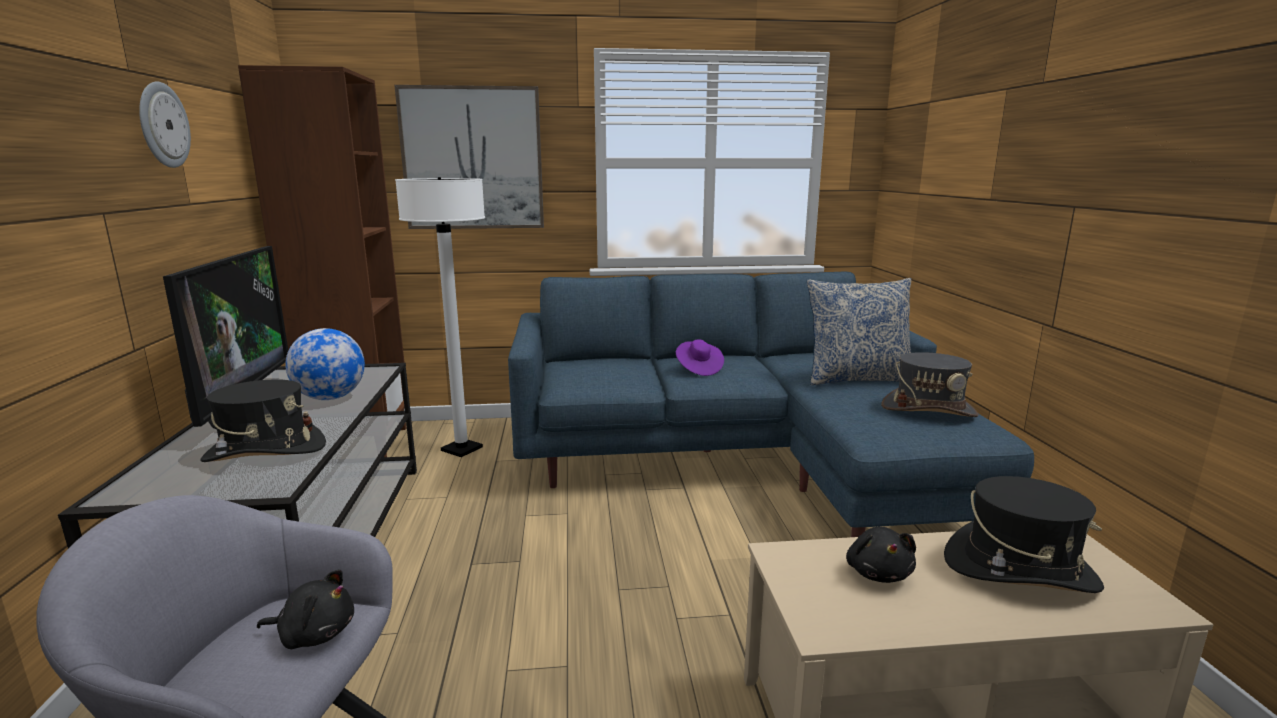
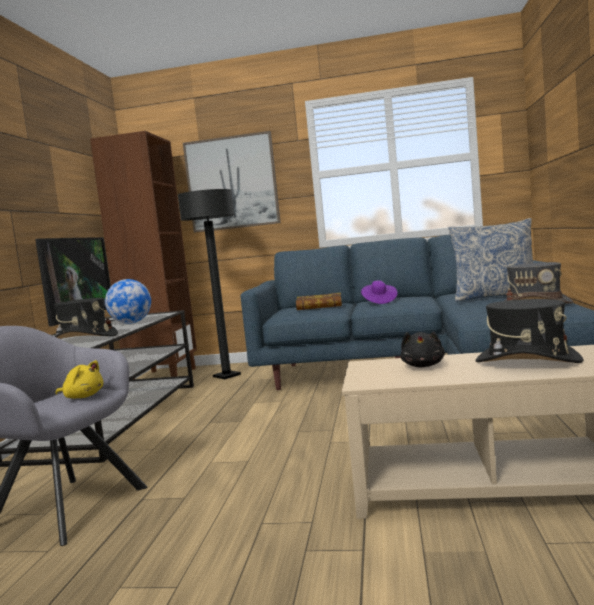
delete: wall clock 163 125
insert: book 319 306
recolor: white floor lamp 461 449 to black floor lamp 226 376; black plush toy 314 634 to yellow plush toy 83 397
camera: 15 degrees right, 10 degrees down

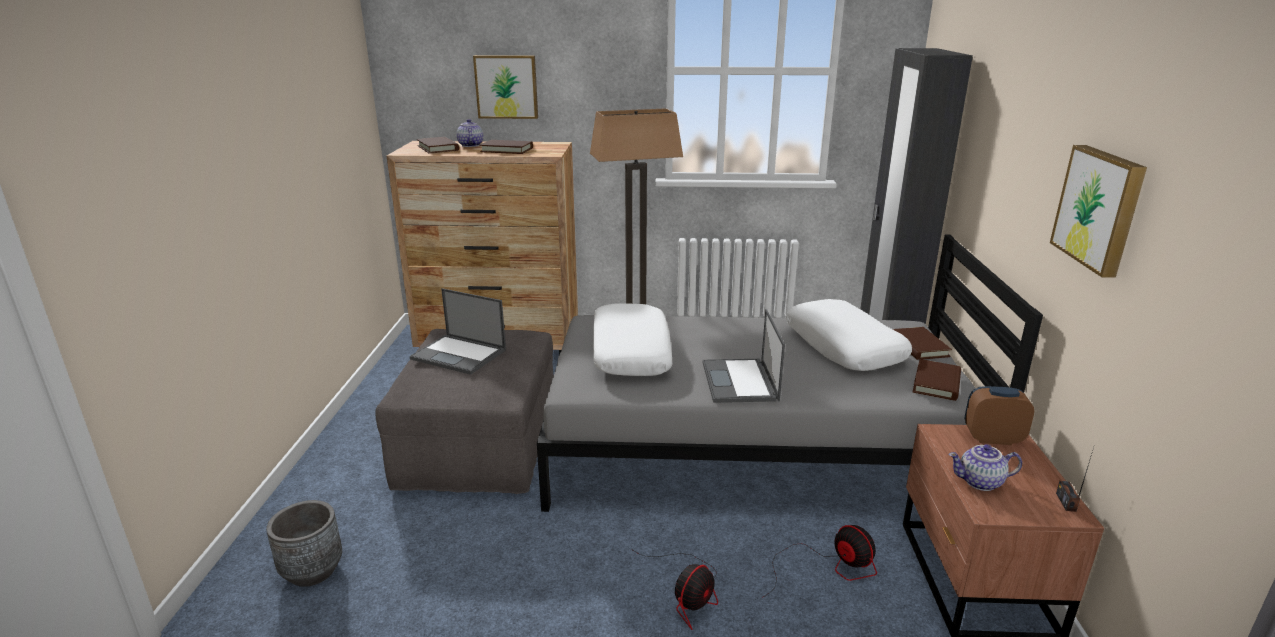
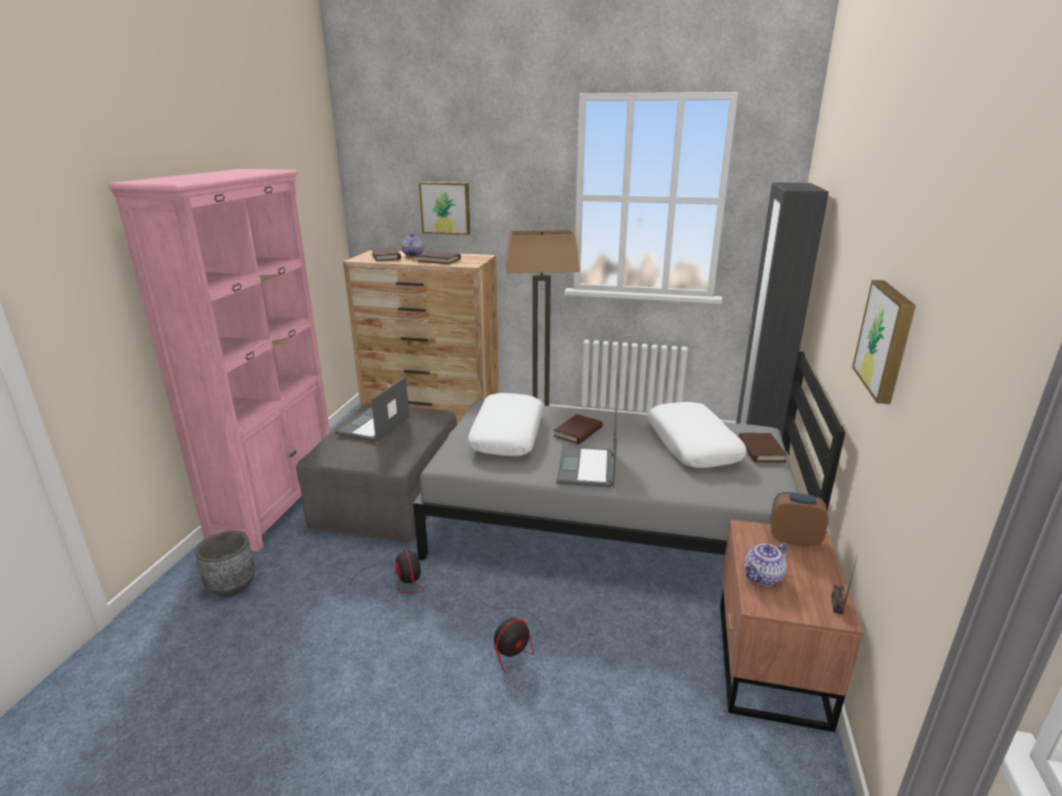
insert: pink bookcase 277 504
move: brown book 936 383 to 578 432; fan 828 567 to 394 582
rotate: laptop 460 354 = 373 425 75 degrees clockwise; teapot 980 482 = 763 578 45 degrees counterclockwise
camera: 10 degrees right, 0 degrees up

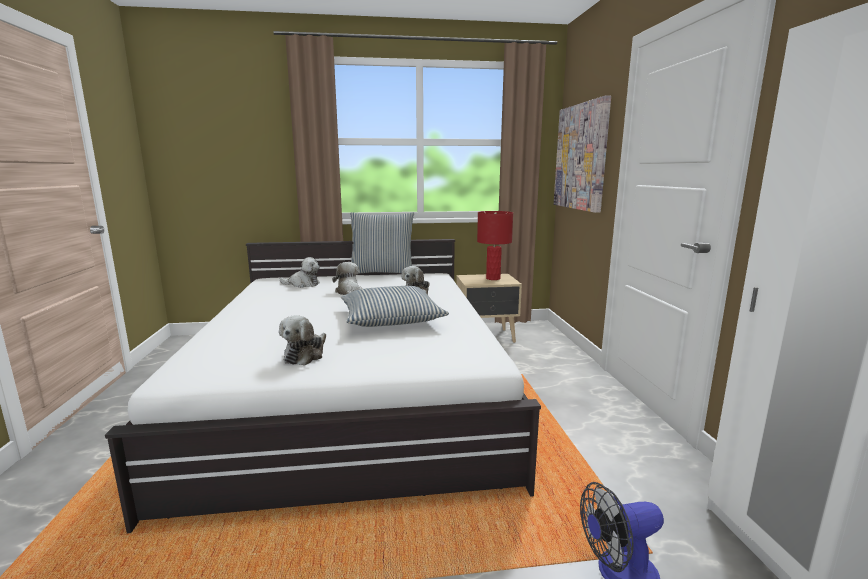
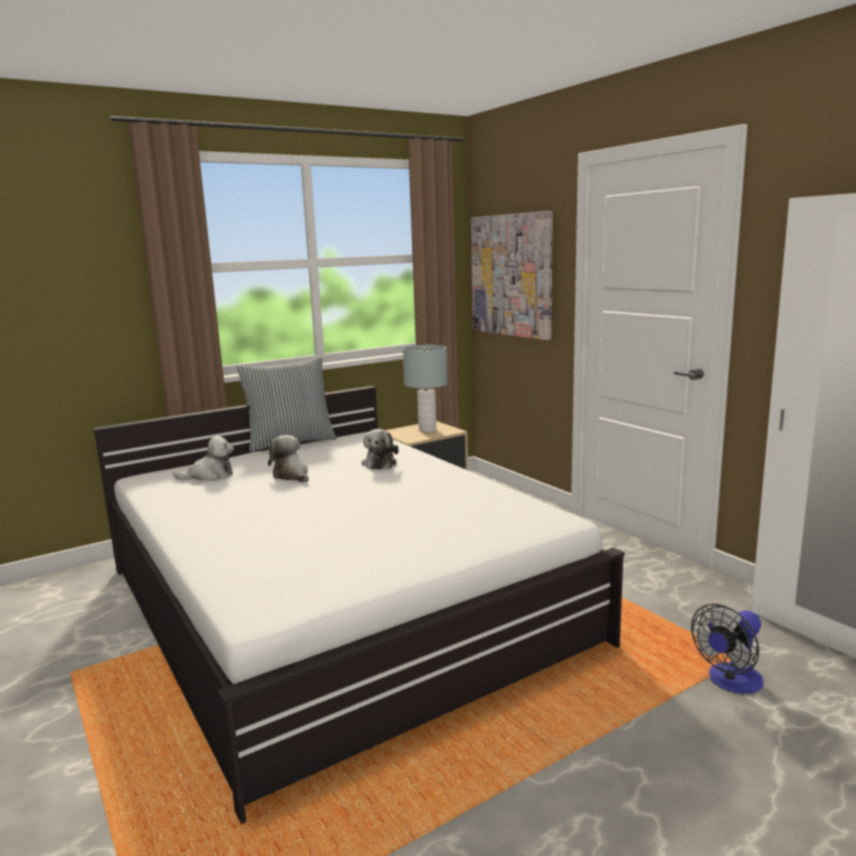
delete: pillow 391 319; plush toy 305 355
recolor: red table lamp 493 278 to grey table lamp 427 429
camera: 25 degrees left, 0 degrees up

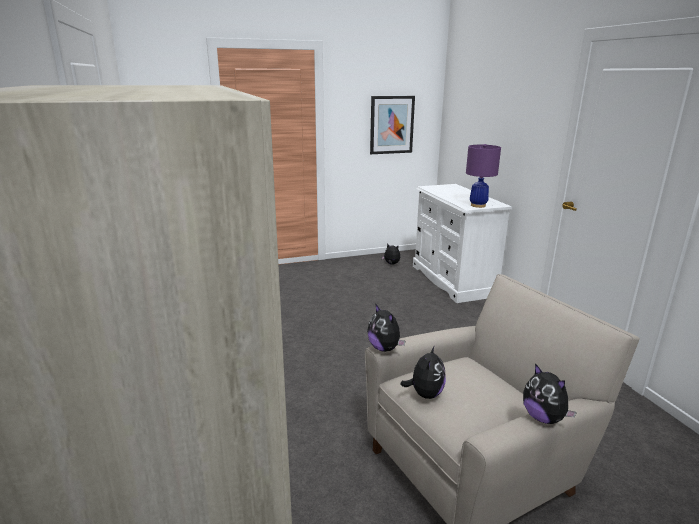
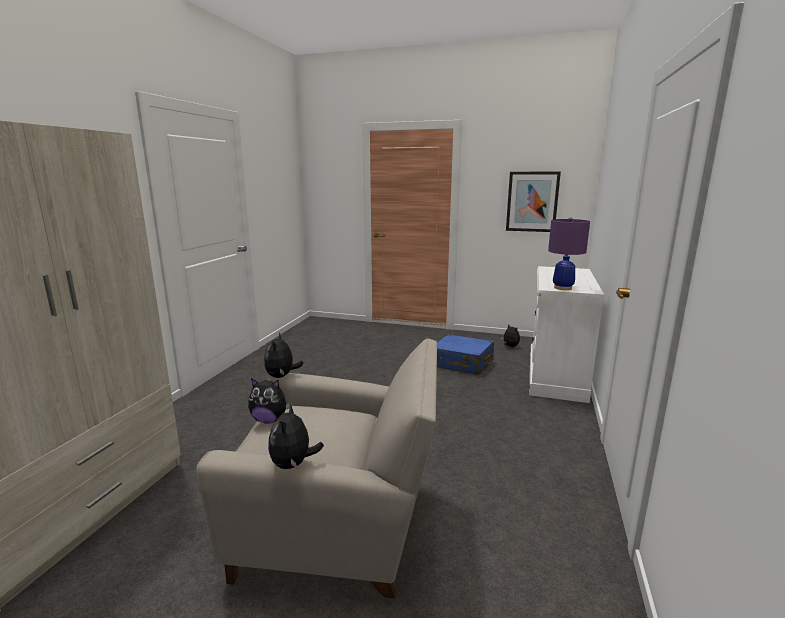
insert: blue suitcase 462 363
rotate: plush toy 425 394 = 270 420 45 degrees clockwise
camera: 35 degrees right, 5 degrees down

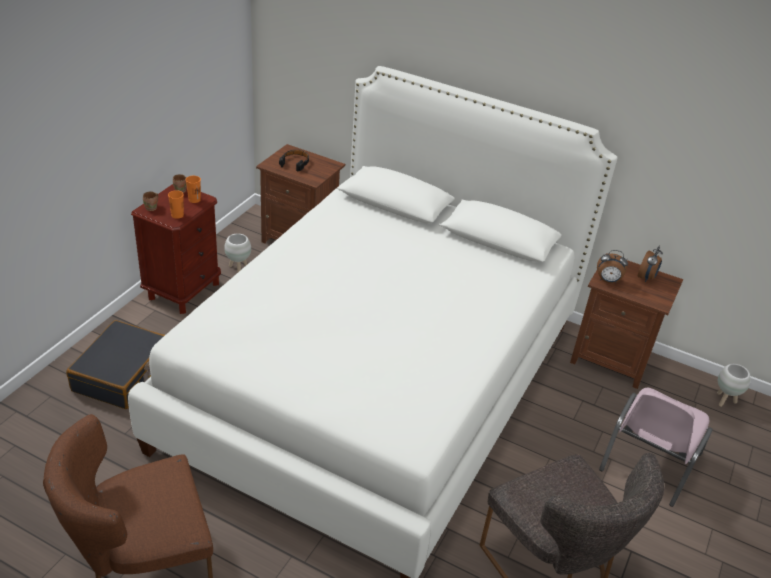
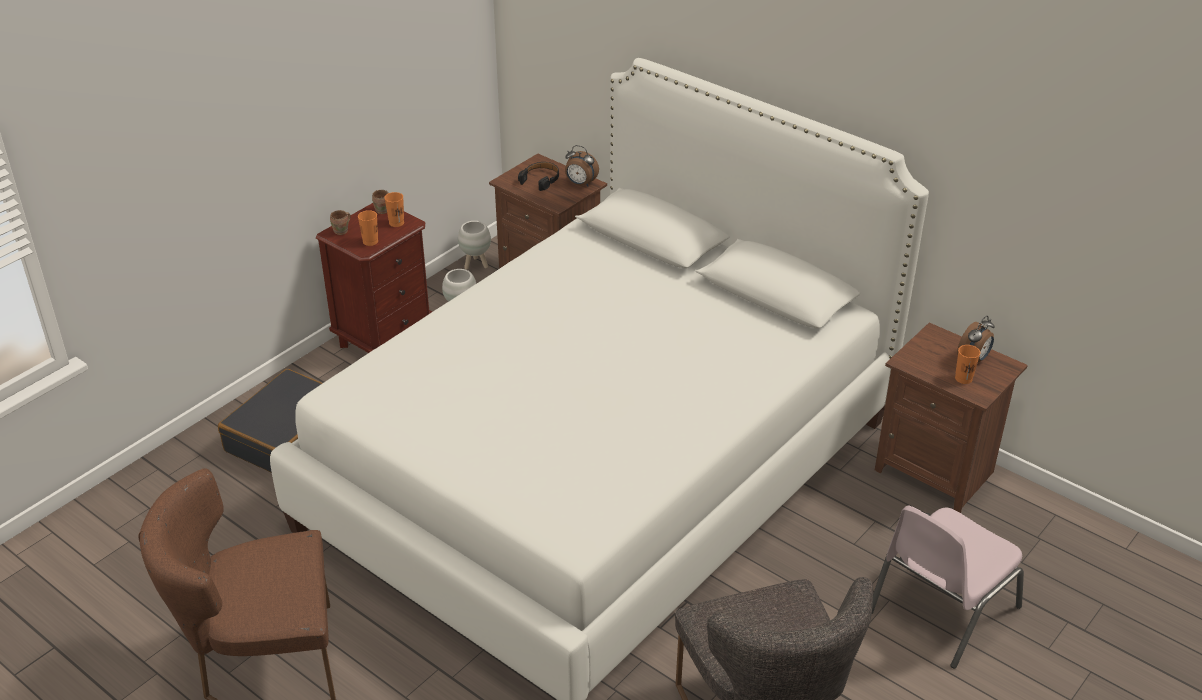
insert: orange cup 963 378
move: alarm clock 608 281 to 580 184; white planter 724 400 to 476 265
camera: 15 degrees right, 0 degrees up

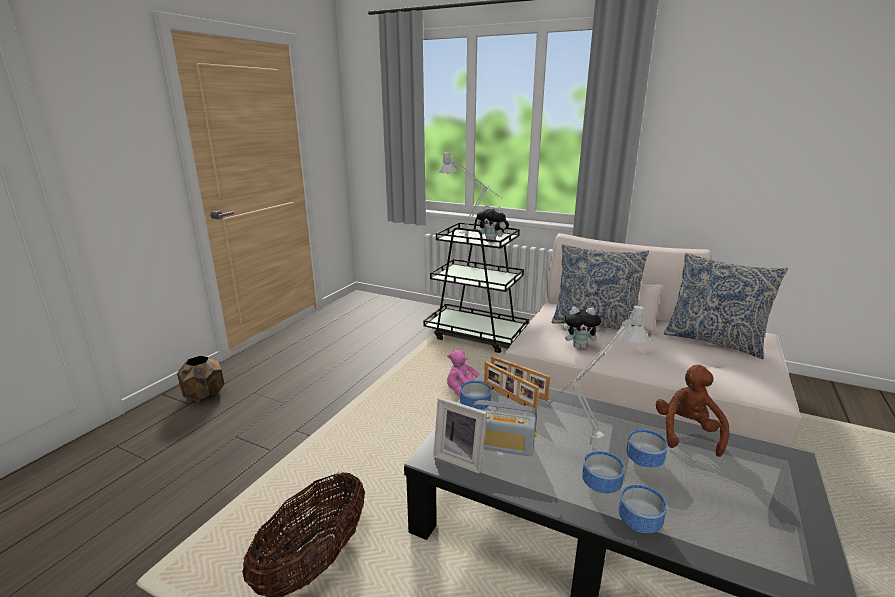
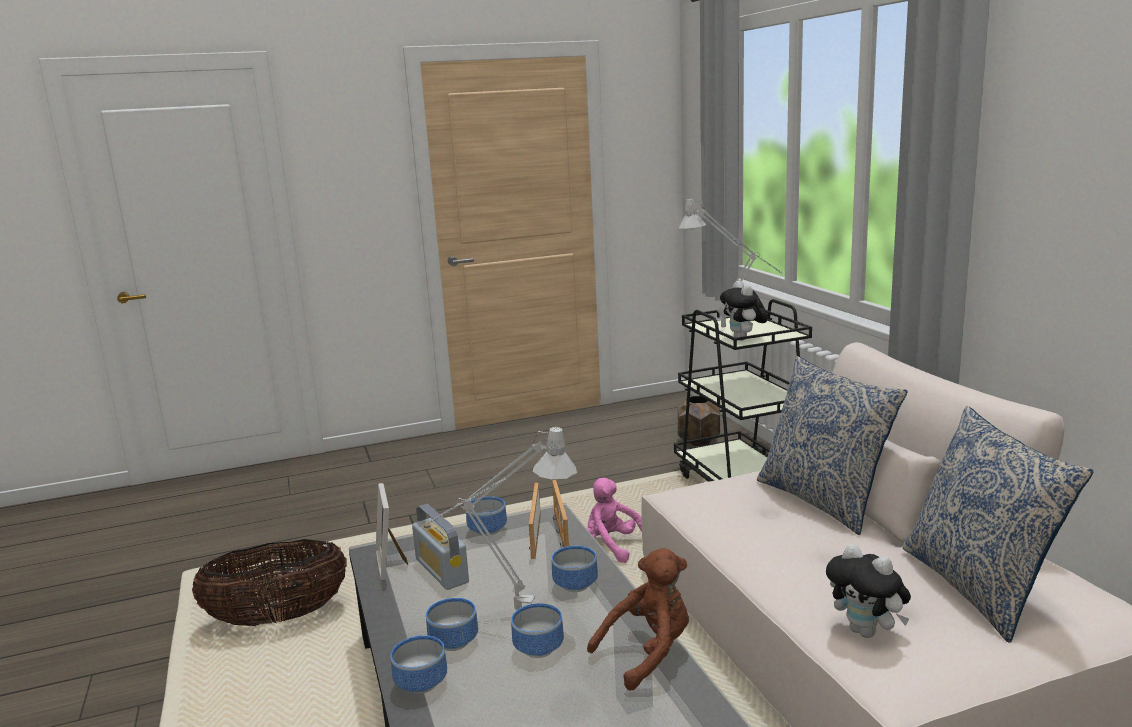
insert: bowl 573 584
move: plush toy 580 347 to 867 632; brown planter 204 396 to 698 442
camera: 45 degrees right, 5 degrees down

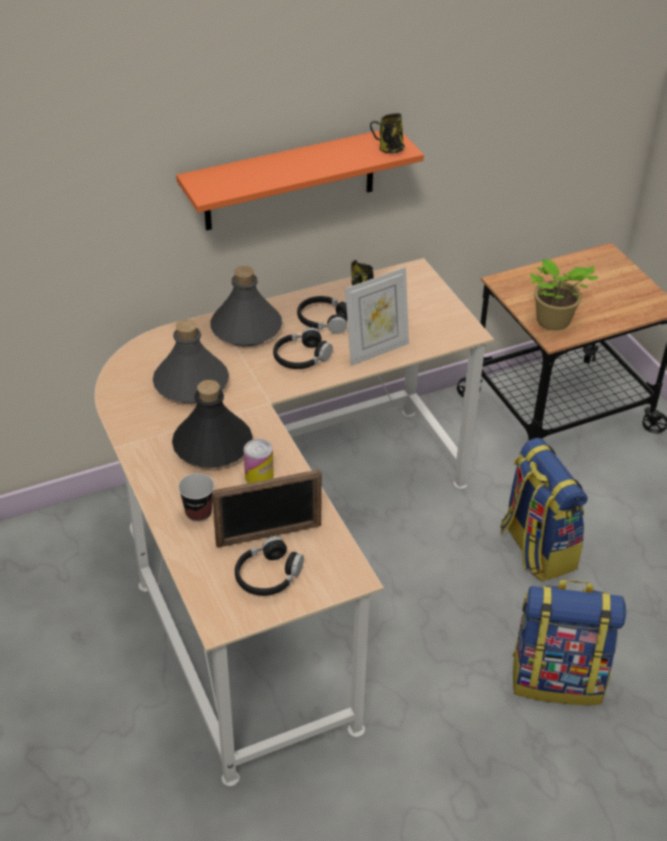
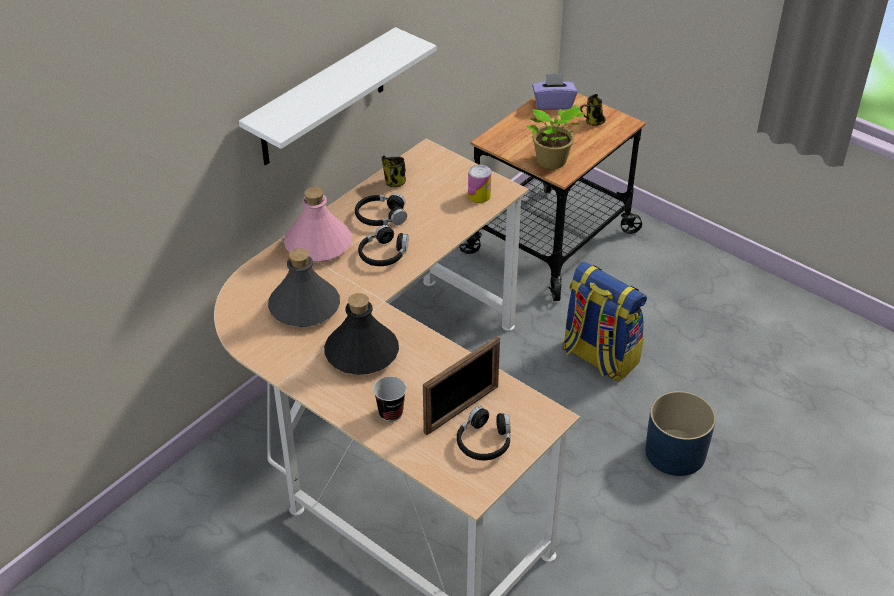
delete: picture frame 376 350
insert: purple tissue box 553 104
move: mug 389 149 to 593 122; can 259 476 to 479 195
replace: backpack 558 678 to blue planter 675 452
recolor: orange shelf 290 180 to white shelf 323 98; grey bottle 245 328 to pink bottle 318 245
camera: 25 degrees left, 0 degrees up

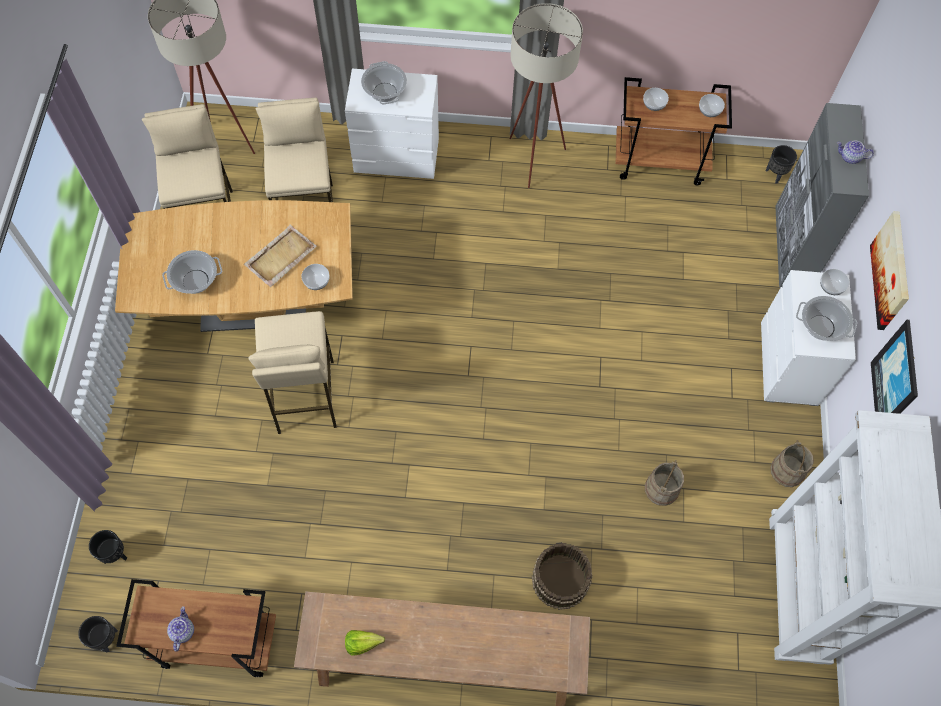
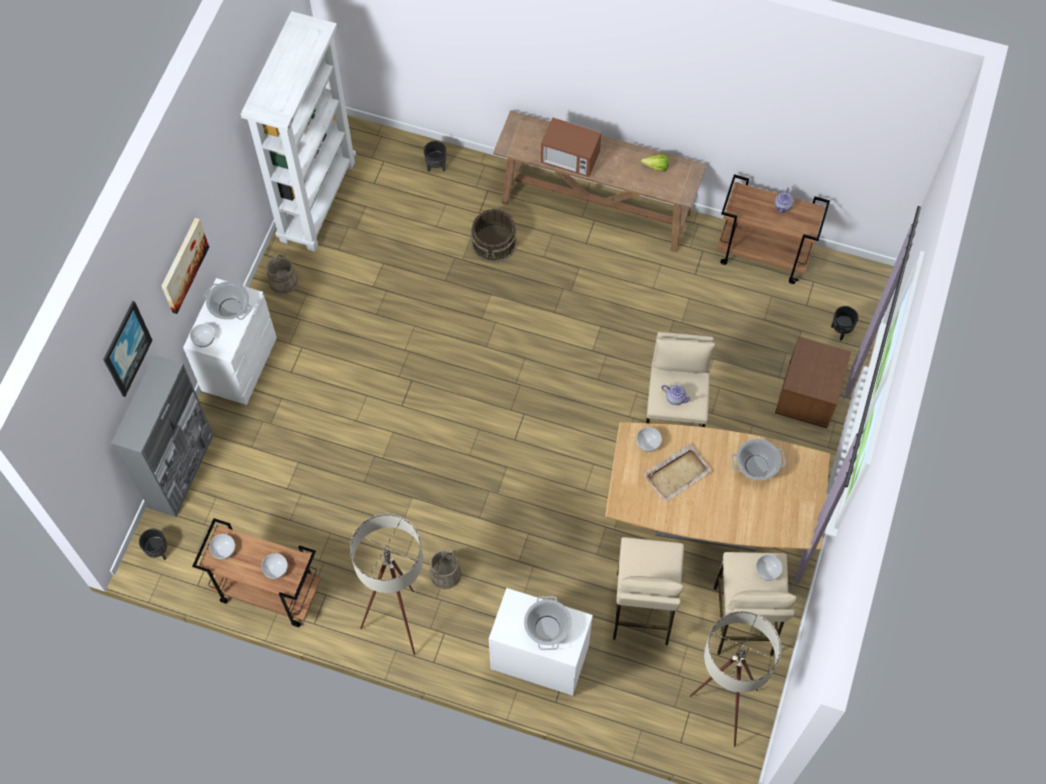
insert: microwave 570 159; brown nightstand 807 397; bowl 767 570
move: teapot 850 157 to 676 398; picture 895 378 to 126 348; beige bucket 662 489 to 445 574; black planter 106 639 to 436 167
camera: 165 degrees left, 0 degrees up

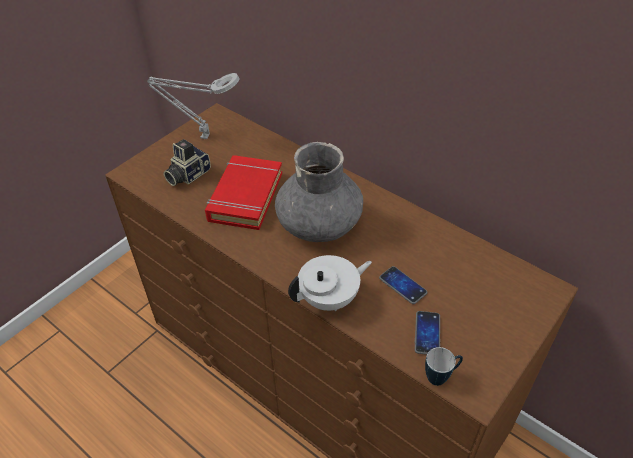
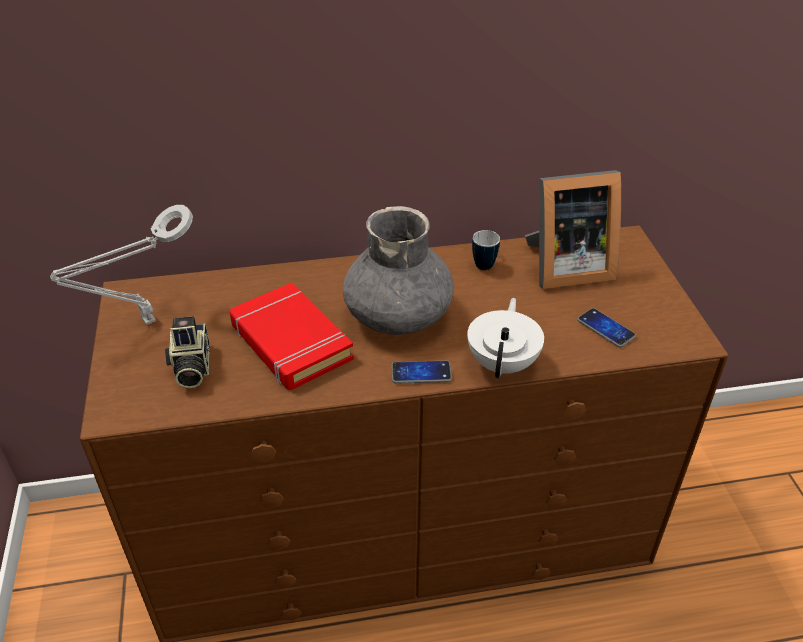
insert: picture frame 565 267
move: phone 402 285 to 421 373; mug 441 377 to 485 262
camera: 50 degrees left, 5 degrees down

